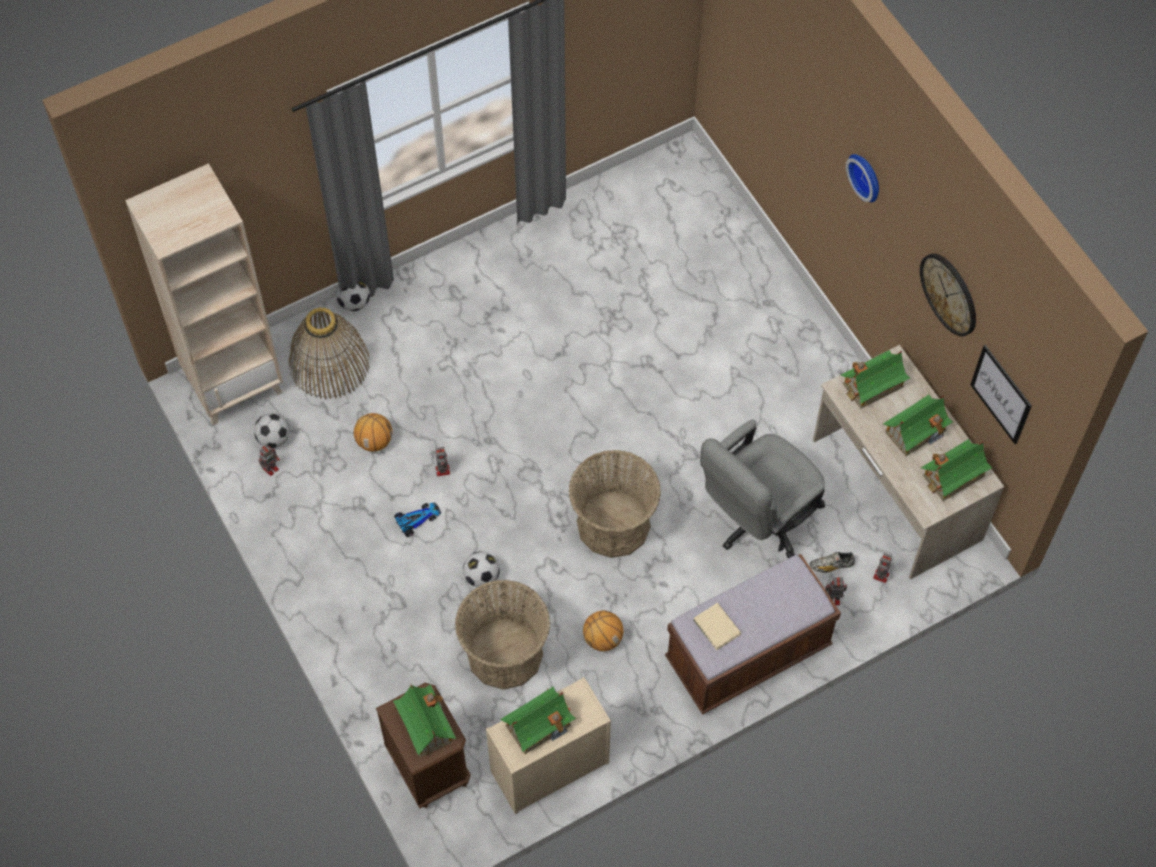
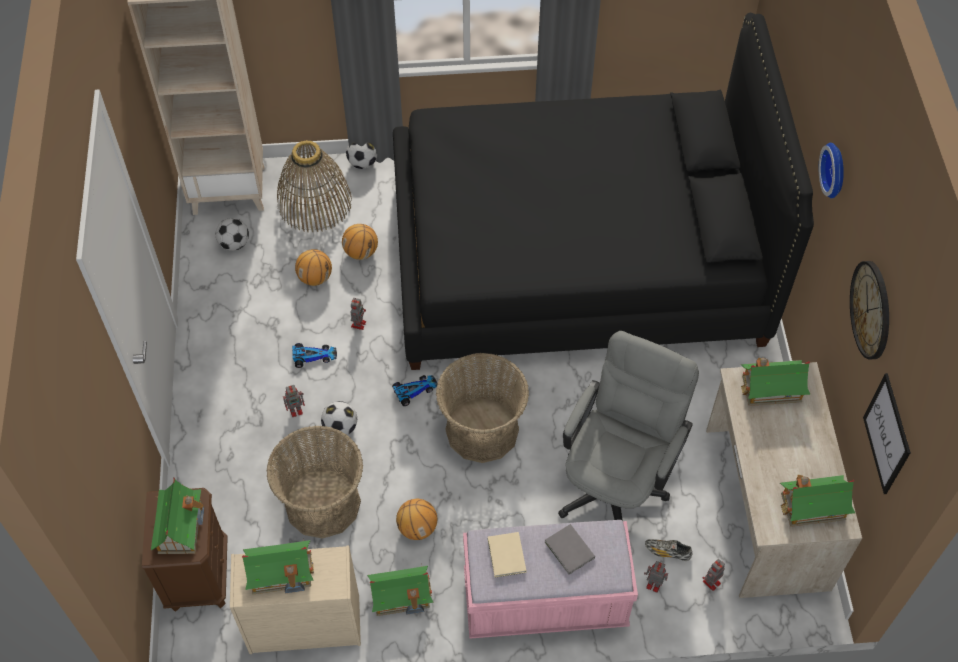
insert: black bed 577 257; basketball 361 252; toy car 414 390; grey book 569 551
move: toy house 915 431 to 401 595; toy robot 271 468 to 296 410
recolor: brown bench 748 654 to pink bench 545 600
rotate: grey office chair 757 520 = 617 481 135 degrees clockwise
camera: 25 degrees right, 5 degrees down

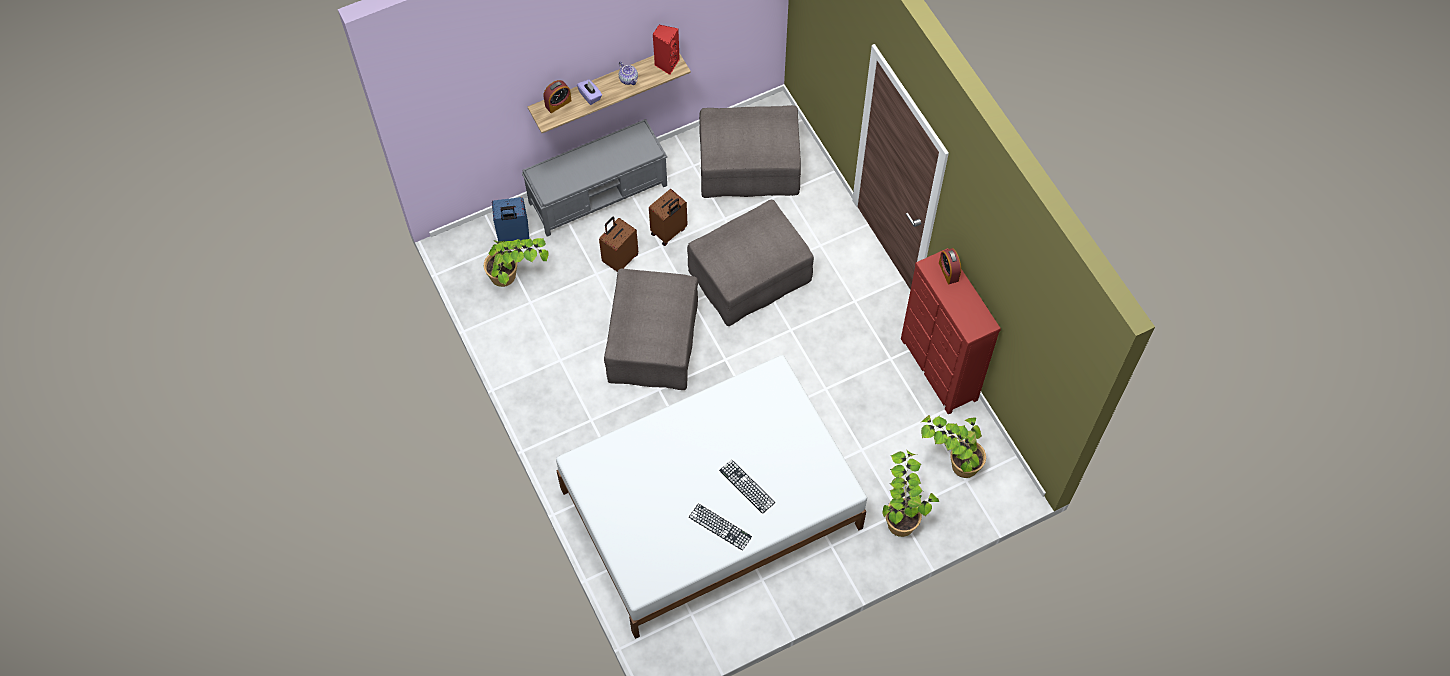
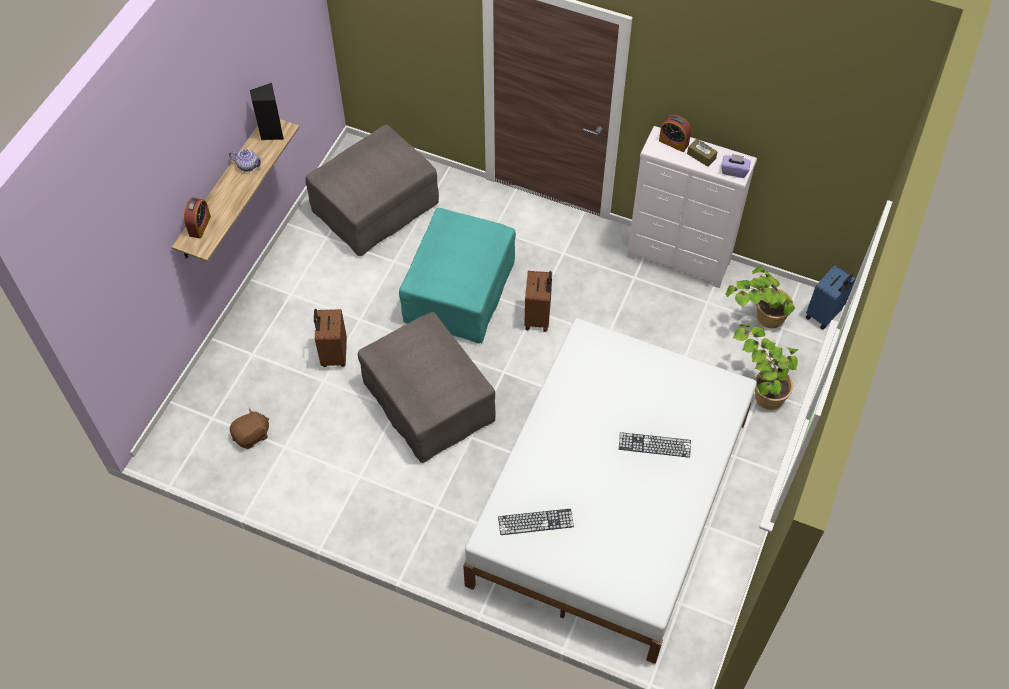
delete: grey bench 599 193
insert: brown tissue box 701 156
move: purple tissue box 590 96 to 734 171; brown suitcase 669 232 to 538 317; blue suitcase 513 236 to 824 314; keyboard 720 527 to 535 522
replace: potted plant 516 278 to brown plush toy 252 435
recolor: red speaker 666 64 to black speaker 271 132; grey ottoman 749 275 to turquoise ottoman 459 291; red dresser 938 370 to white dresser 678 260
camera: 40 degrees left, 5 degrees down

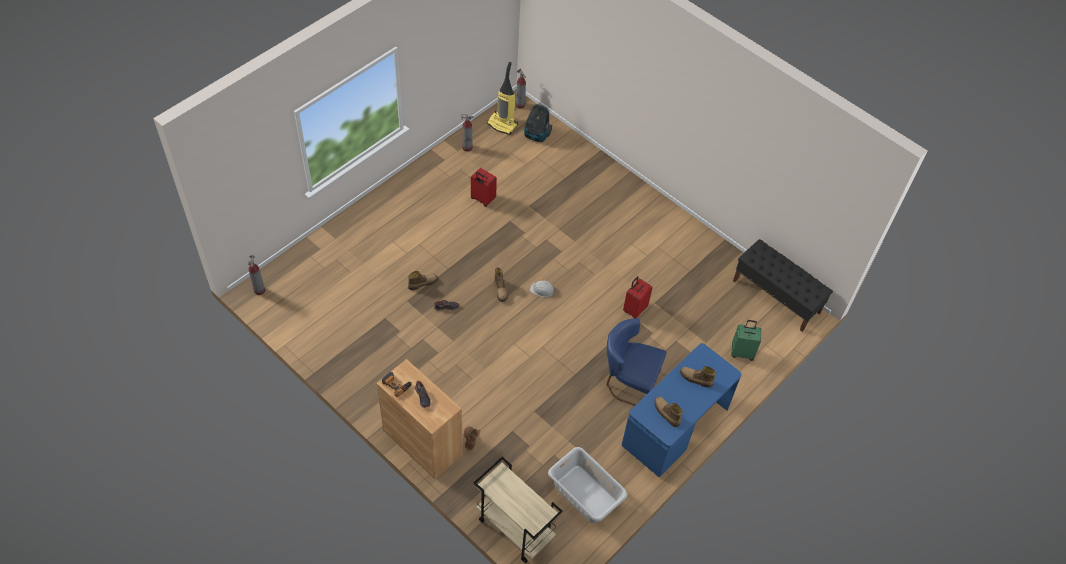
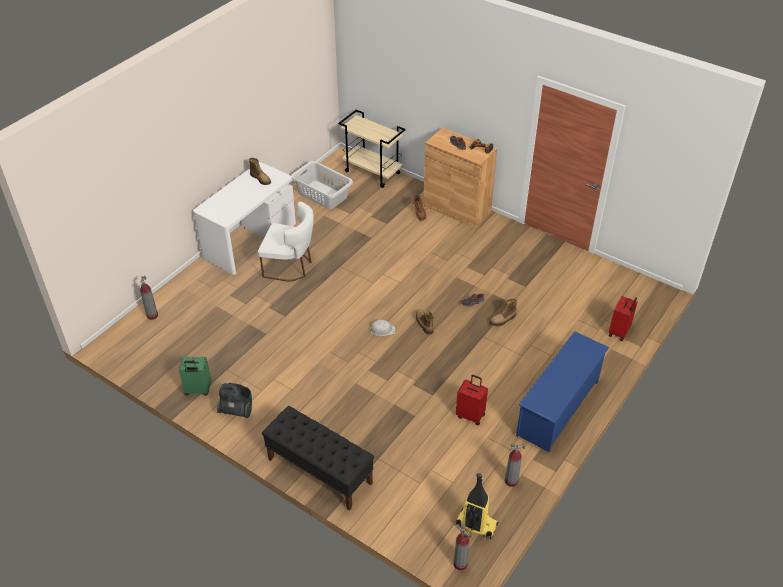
delete: boot 695 379
insert: blue shoe rack 558 408
move: vacuum cleaner 536 136 to 237 410; black bench 776 297 to 319 471; fire extinguisher 259 290 to 152 315; red suitcase 634 309 to 619 332; green suitcase 742 352 to 198 390
recolor: blue chair 628 382 to white chair 291 267; blue desk 675 428 to white desk 250 240
camera: 175 degrees right, 10 degrees down

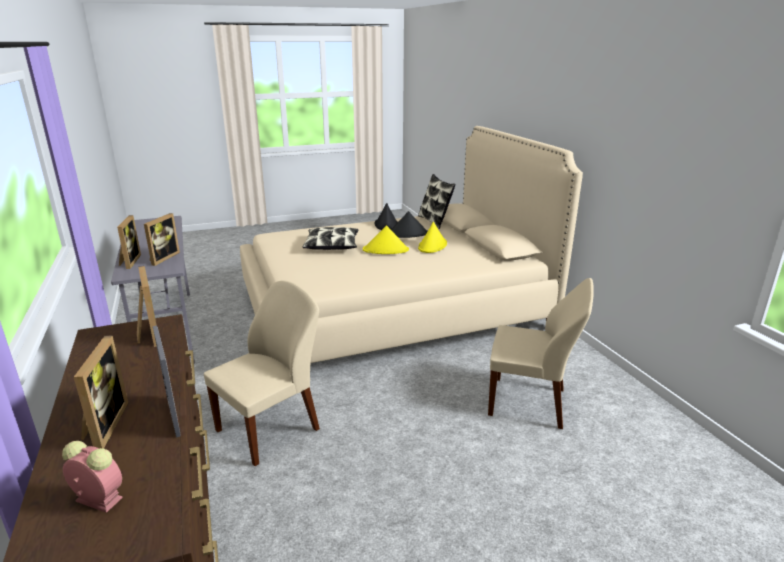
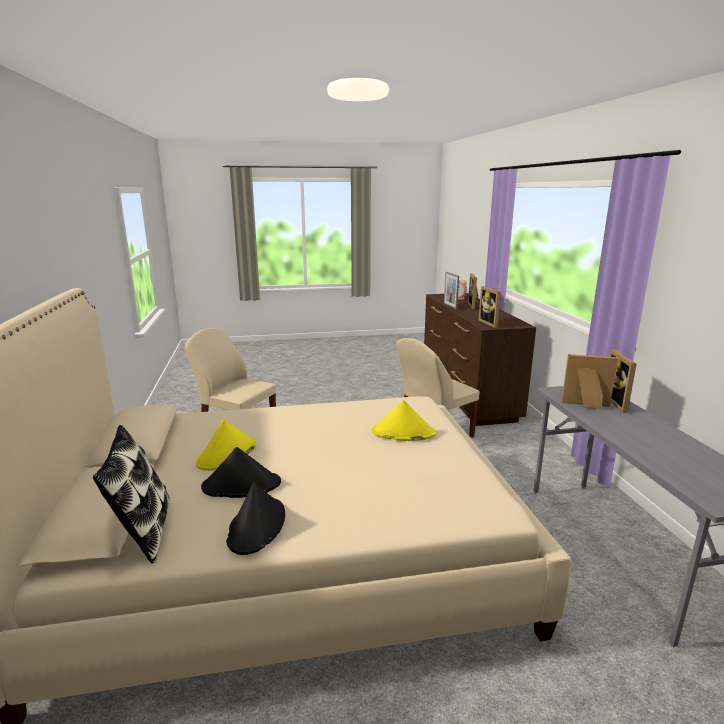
delete: pillow 332 245
move: yellow hat 386 250 to 403 433
rotate: picture frame 162 258 = 586 405 75 degrees clockwise
camera: 170 degrees left, 5 degrees down

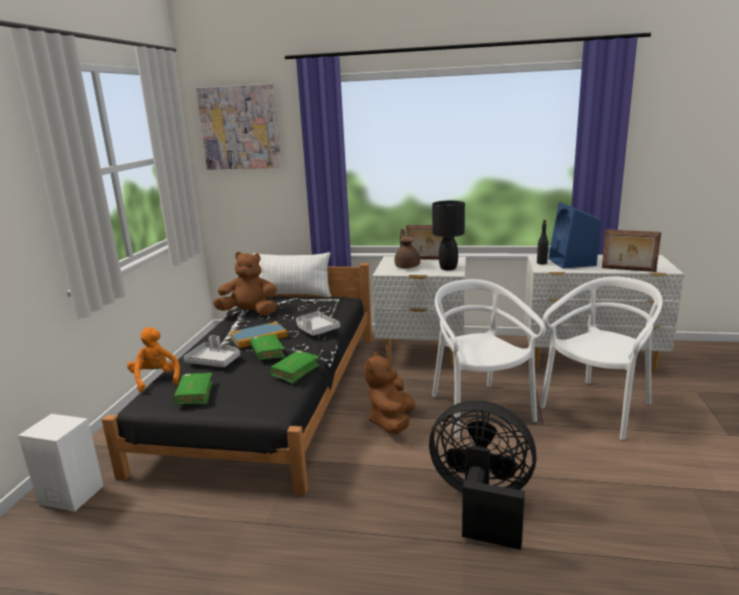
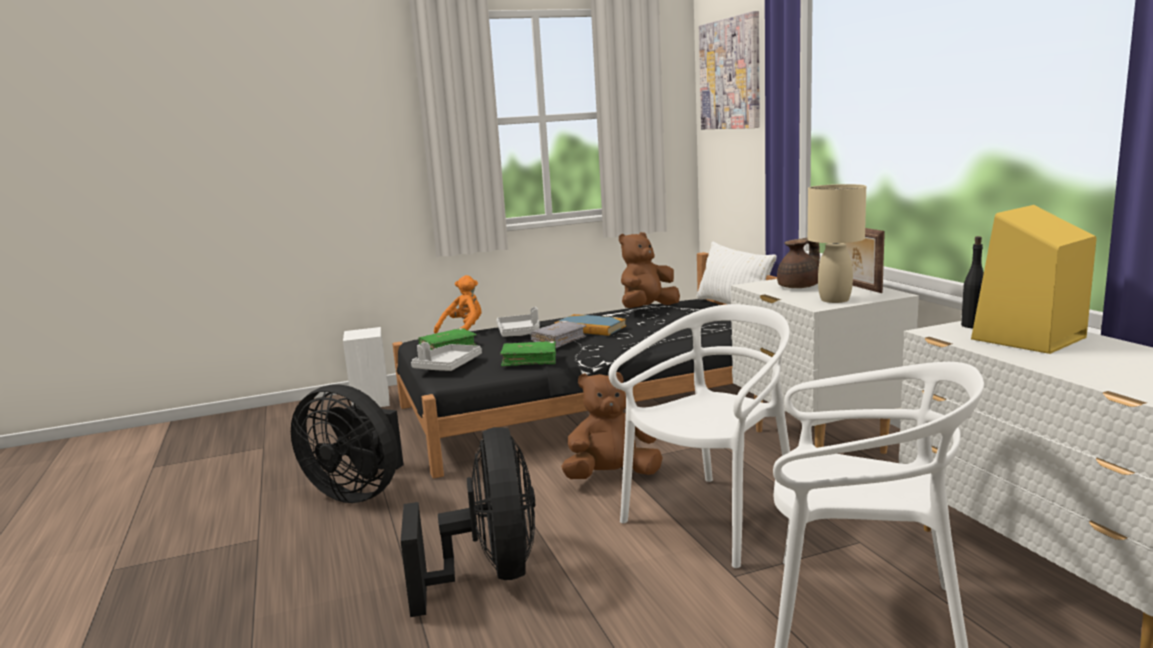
delete: picture frame 628 270
insert: black fan 358 492
move: grey tray 316 329 to 447 366
recolor: black table lamp 448 268 to beige table lamp 834 300; blue speaker 572 262 to yellow speaker 1027 339; green book 267 352 to grey book 559 340
rotate: brown plush toy 249 313 = 647 309 105 degrees counterclockwise
camera: 60 degrees right, 5 degrees down

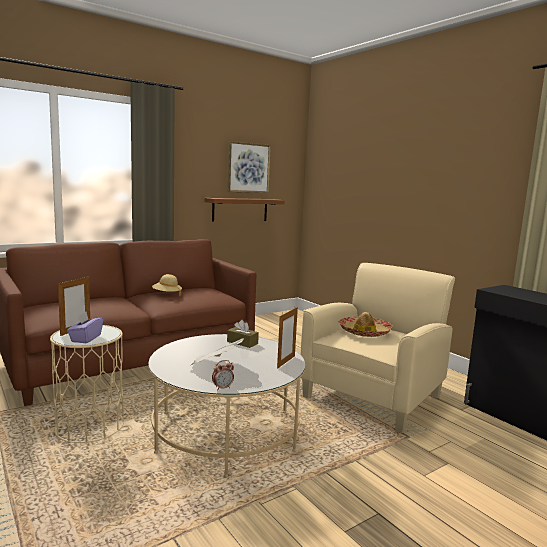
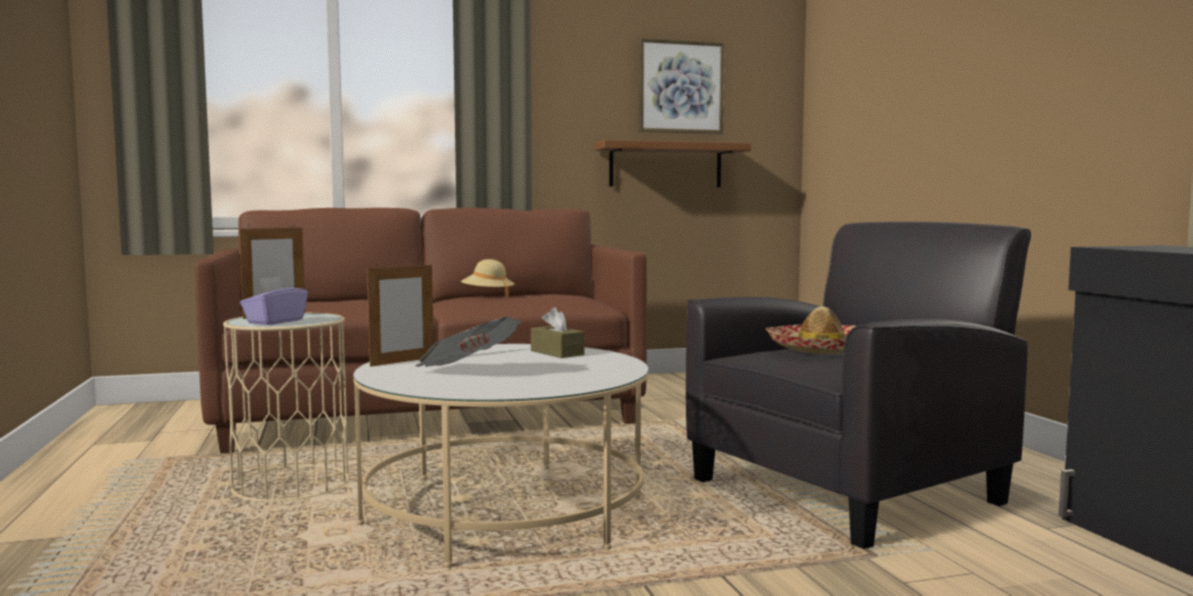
delete: alarm clock 222 388
move: picture frame 286 362 to 402 362
recolor: beige armchair 373 396 to black armchair 848 491
camera: 20 degrees right, 5 degrees down

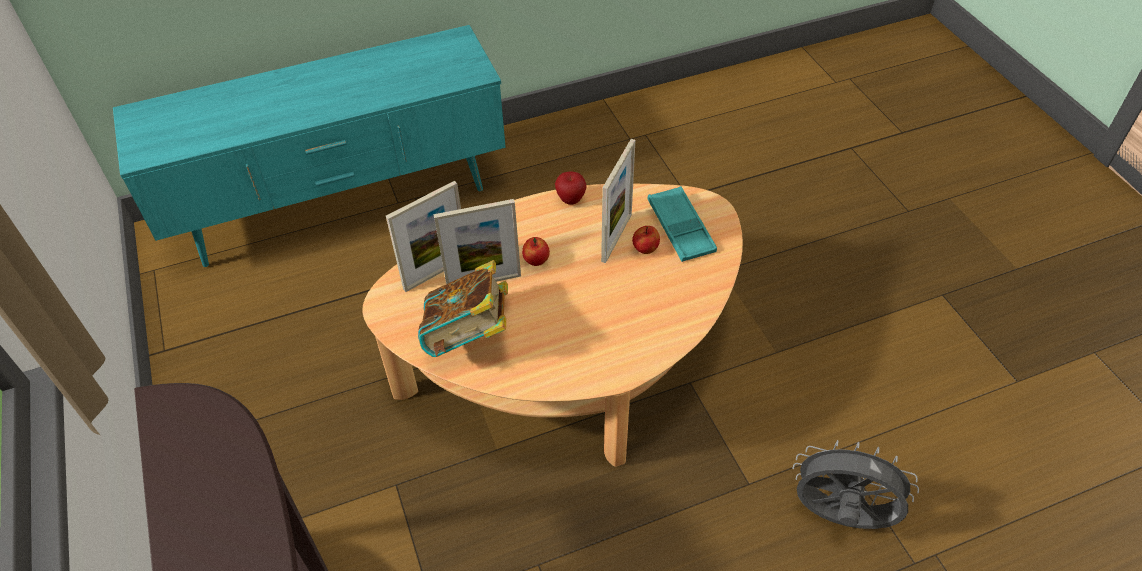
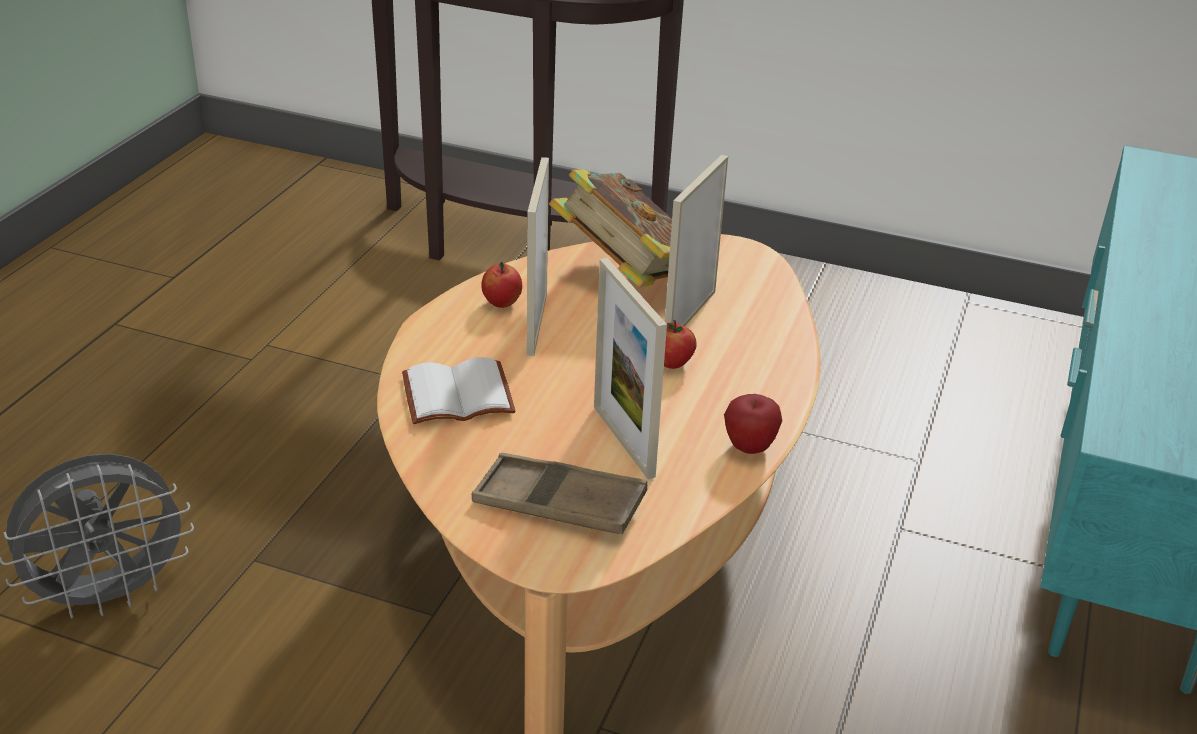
insert: white book 459 393
move: picture frame 436 273 to 537 324; apple 645 249 to 502 303
recolor: turquoise tray 680 228 to brown tray 559 503
camera: 130 degrees right, 15 degrees down

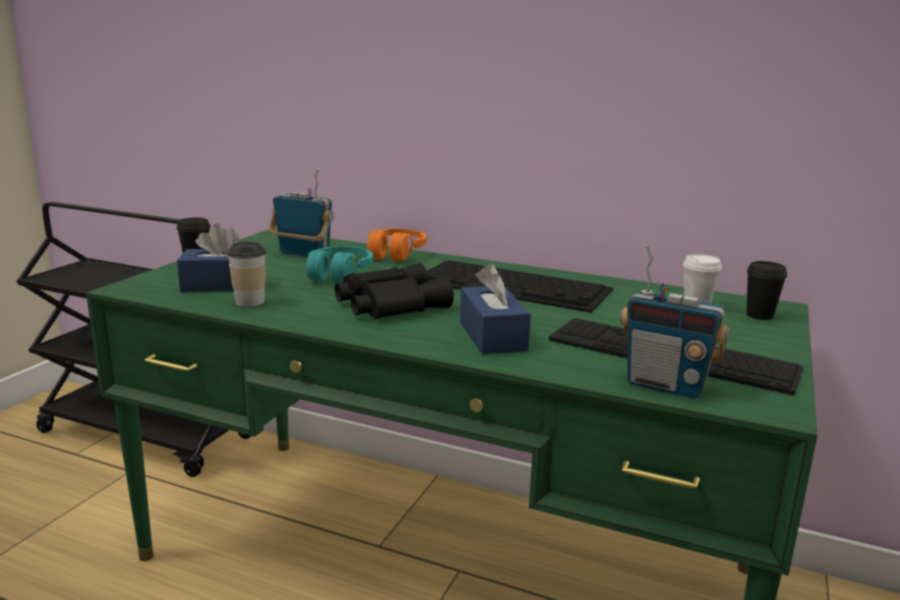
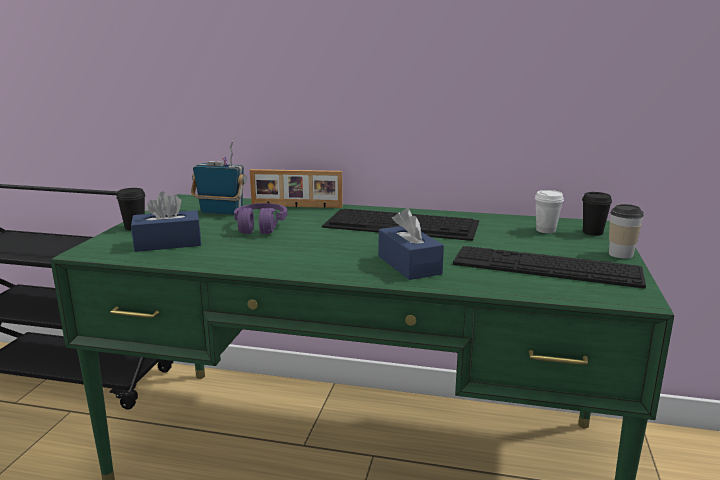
delete: radio 666 385; black binoculars 389 304
move: cup 250 302 to 620 254
replace: orange headphones 395 254 to picture frame 296 206
recolor: turquoise headphones 339 275 to purple headphones 260 227
camera: 10 degrees left, 0 degrees up

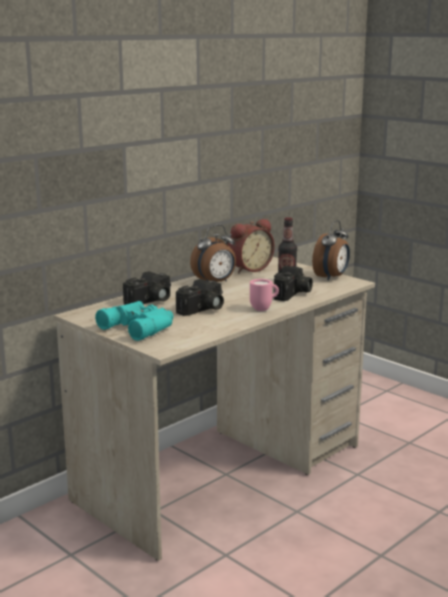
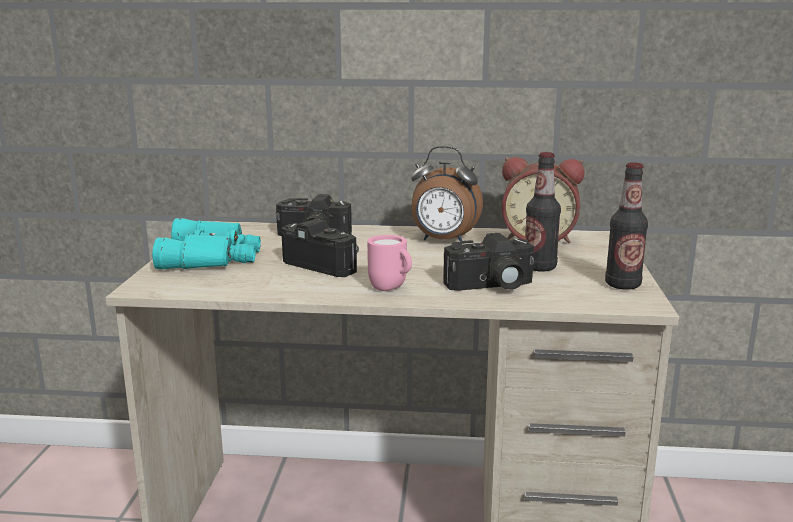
replace: alarm clock 331 277 to bottle 622 285
rotate: photo camera 203 310 = 326 264 150 degrees counterclockwise
camera: 50 degrees right, 0 degrees up

